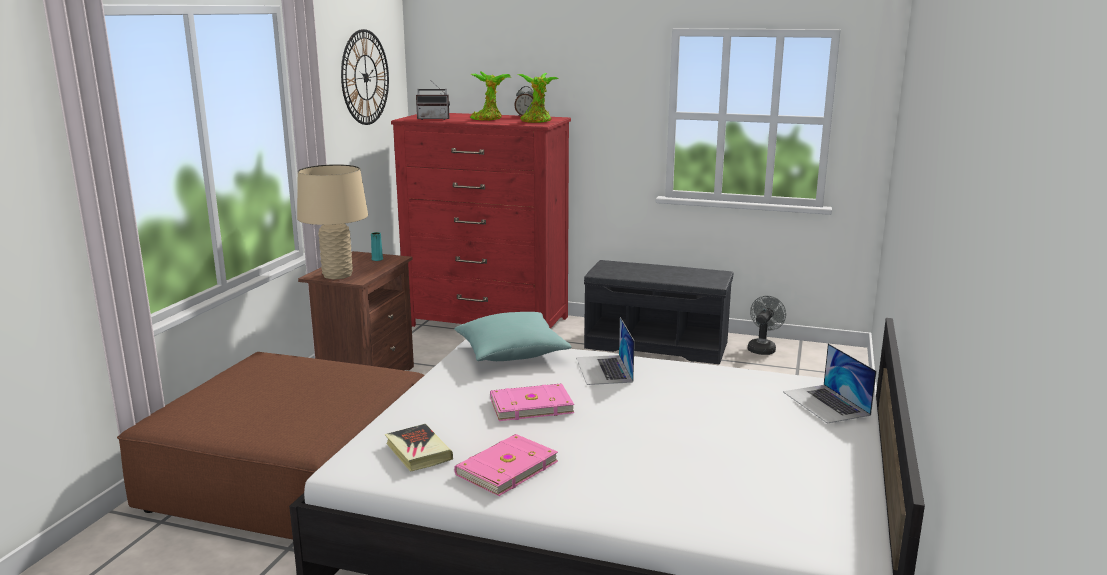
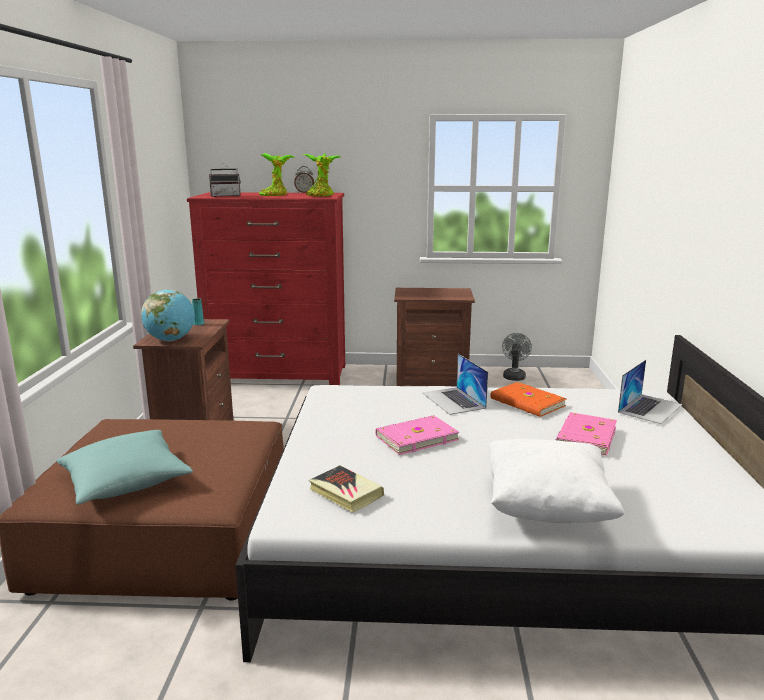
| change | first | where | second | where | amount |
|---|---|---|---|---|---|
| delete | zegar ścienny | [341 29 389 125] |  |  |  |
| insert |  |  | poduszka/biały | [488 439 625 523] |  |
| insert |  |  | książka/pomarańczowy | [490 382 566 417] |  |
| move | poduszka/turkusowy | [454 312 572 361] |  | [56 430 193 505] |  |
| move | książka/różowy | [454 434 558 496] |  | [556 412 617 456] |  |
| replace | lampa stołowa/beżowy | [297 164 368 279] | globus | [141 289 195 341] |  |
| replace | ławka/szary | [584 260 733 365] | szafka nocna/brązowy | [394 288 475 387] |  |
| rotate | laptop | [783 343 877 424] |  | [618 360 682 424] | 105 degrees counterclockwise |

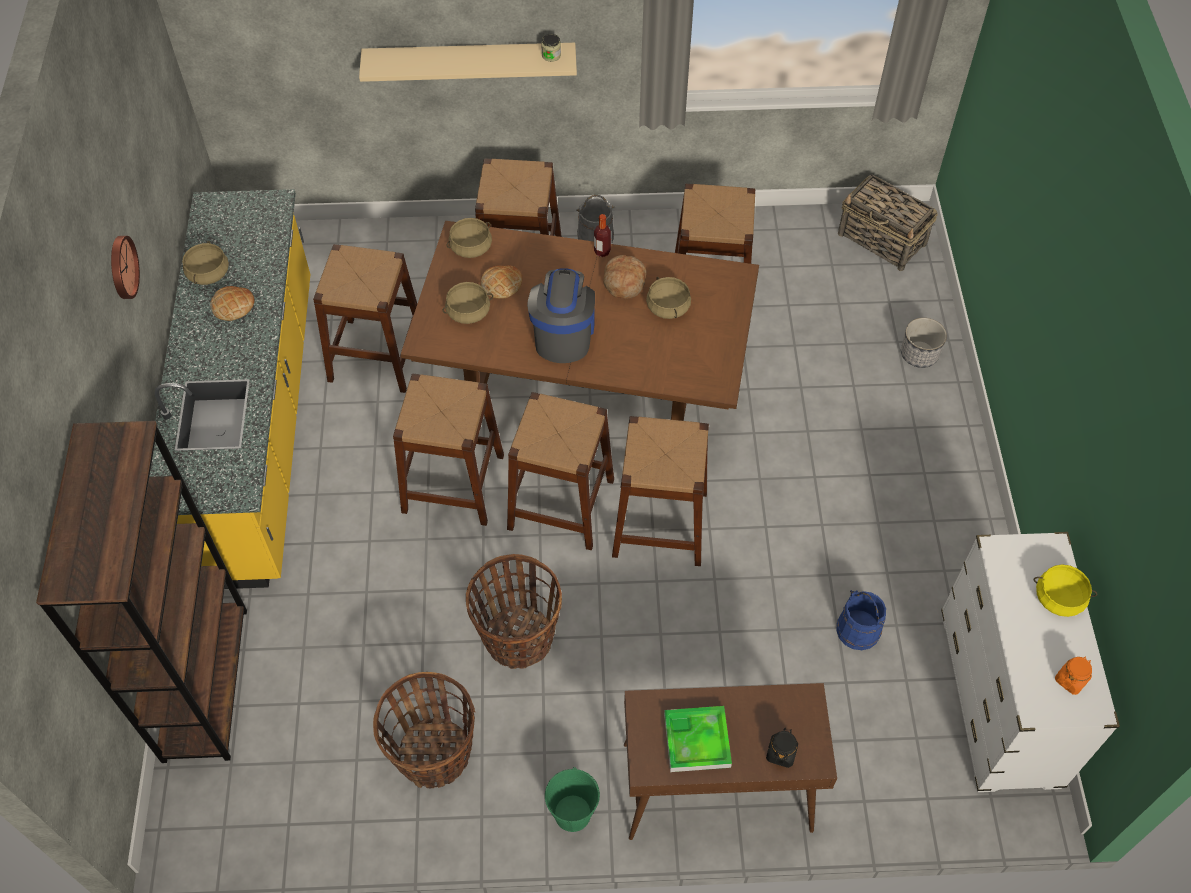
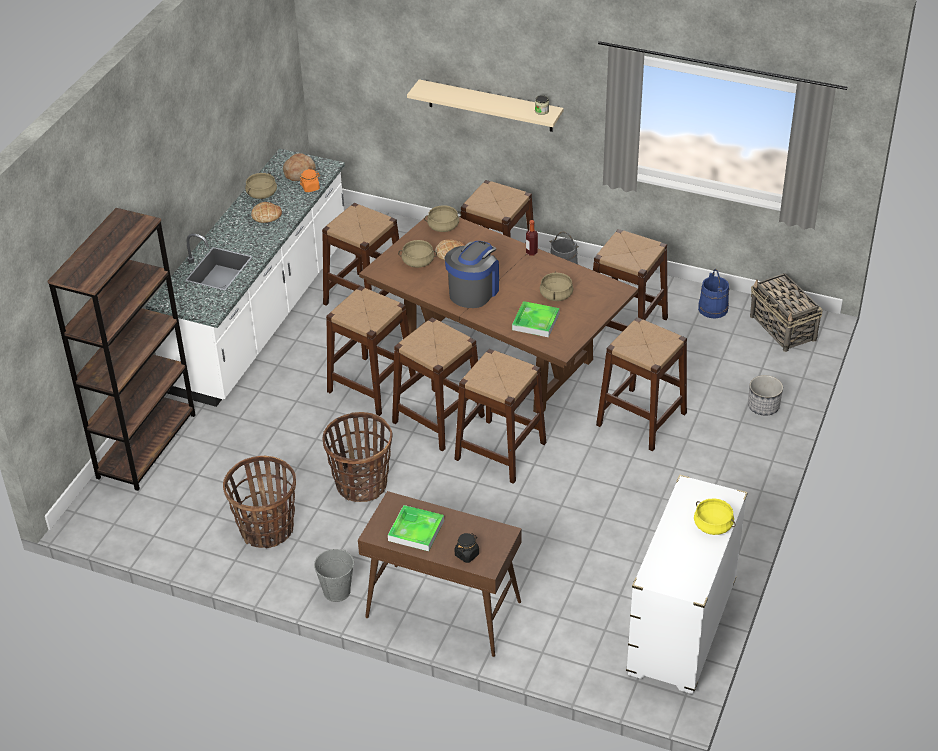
| change | first | where | second | where | amount |
|---|---|---|---|---|---|
| delete | zegar ścienny | [111 236 140 299] |  |  |  |
| insert |  |  | taca | [512 301 560 337] |  |
| insert |  |  | stołek/brązowy | [596 317 687 451] |  |
| move | chleb | [603 255 647 299] |  | [283 153 316 181] |  |
| move | wiadro/niebieski | [836 590 886 650] |  | [698 269 729 318] |  |
| move | słoik/pomarańczowy | [1055 656 1092 695] |  | [300 169 320 192] |  |
| recolor | zabudowa kuchenna/żółty | [149 189 311 589] | zabudowa kuchenna/biały | [146 148 345 407] |  |
| recolor | wiadro/zielony | [545 767 600 832] | wiadro/szary | [314 549 354 602] |  |

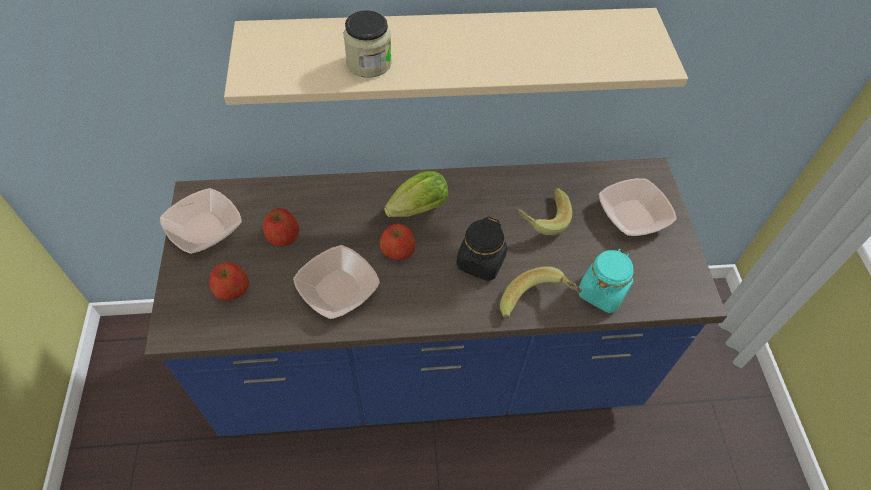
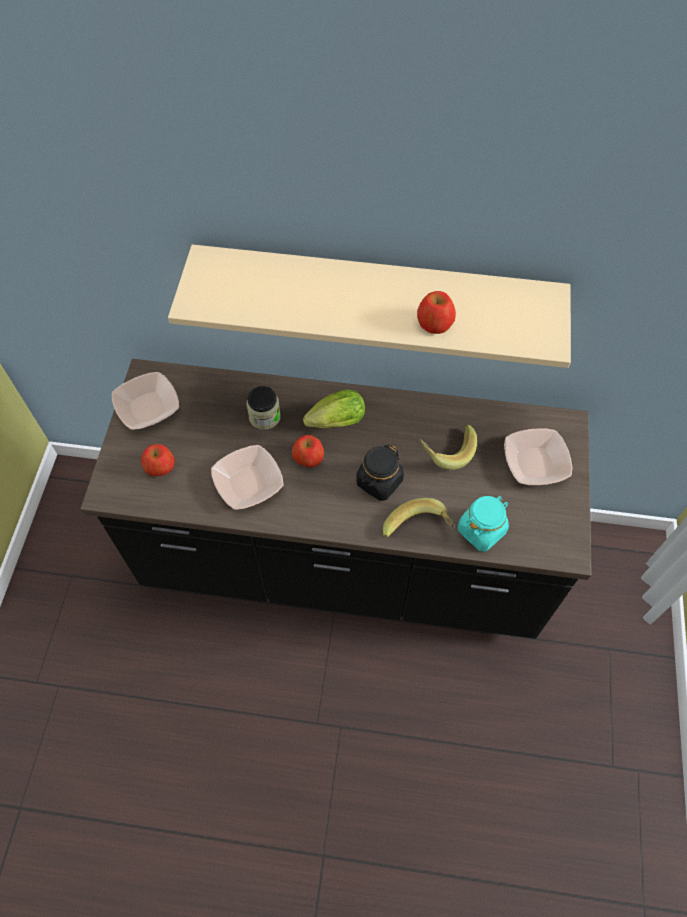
| change | first | where | second | where | amount |
|---|---|---|---|---|---|
| move | jabłko | [263 208 300 246] |  | [417 291 456 334] |  |
| move | słoik | [343 10 392 78] |  | [246 386 281 430] |  |
| recolor | zabudowa kuchenna/niebieski | [144 158 727 436] | zabudowa kuchenna/czarny | [80 359 592 639] |  |

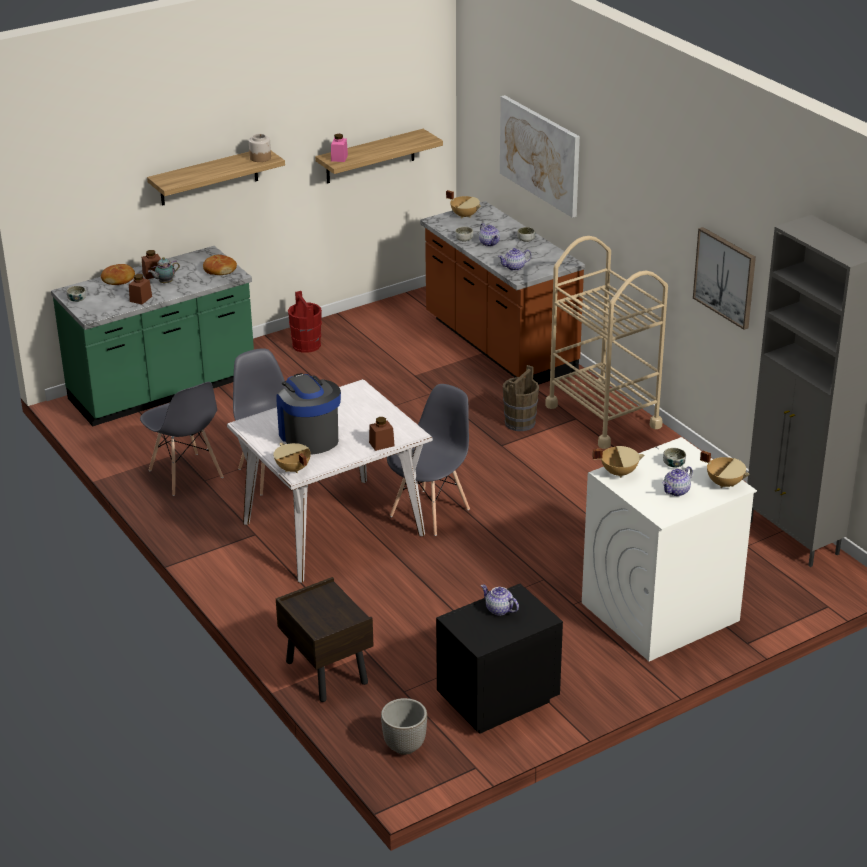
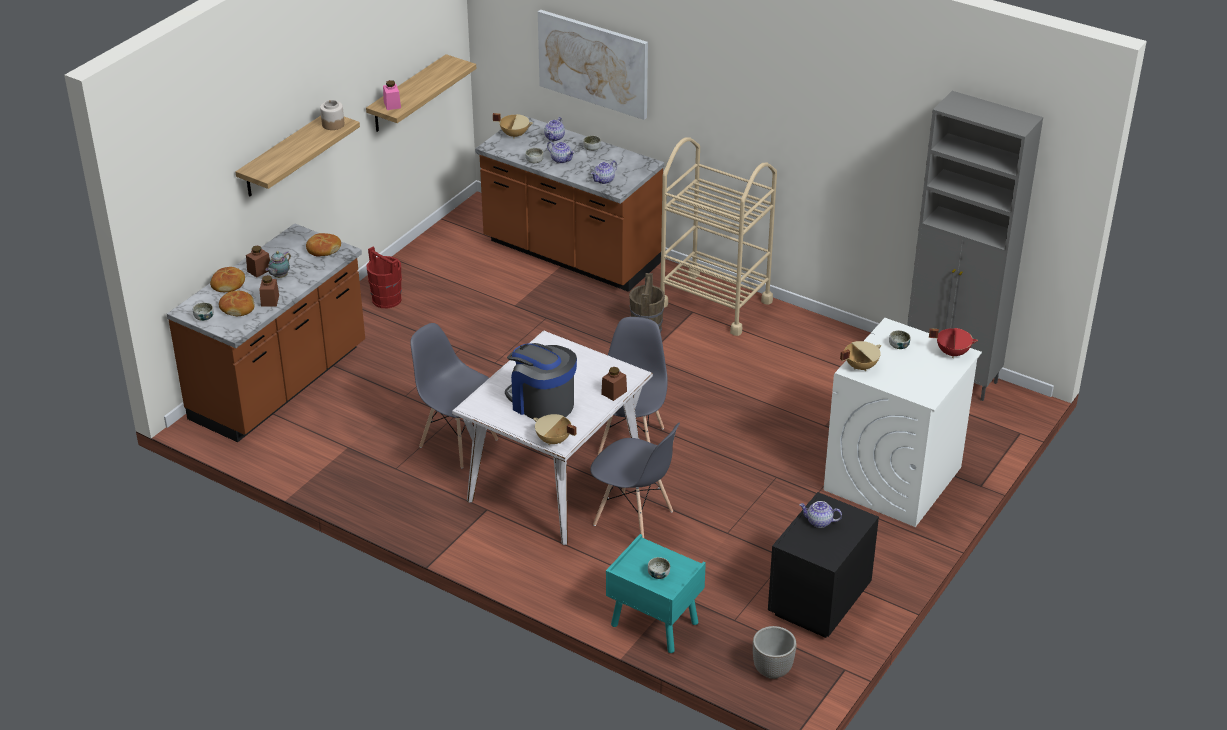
| change | first | where | second | where | amount |
|---|---|---|---|---|---|
| delete | obraz | [693 227 756 330] |  |  |  |
| insert |  |  | chleb | [219 291 255 316] |  |
| insert |  |  | miska | [648 557 670 579] |  |
| move | krzesło/szary | [140 382 224 496] |  | [590 422 680 538] |  |
| move | imbryk | [662 466 693 496] |  | [544 117 565 141] |  |
| recolor | zabudowa kuchenna/zielony | [51 246 254 426] | zabudowa kuchenna/brązowy | [167 224 365 442] |  |
| recolor | szafka nocna/brązowy | [276 577 374 702] | szafka nocna/turkusowy | [606 534 706 653] |  |
| recolor | garnek/beżowy | [700 450 750 488] | garnek/czerwony | [929 328 978 358] |  |

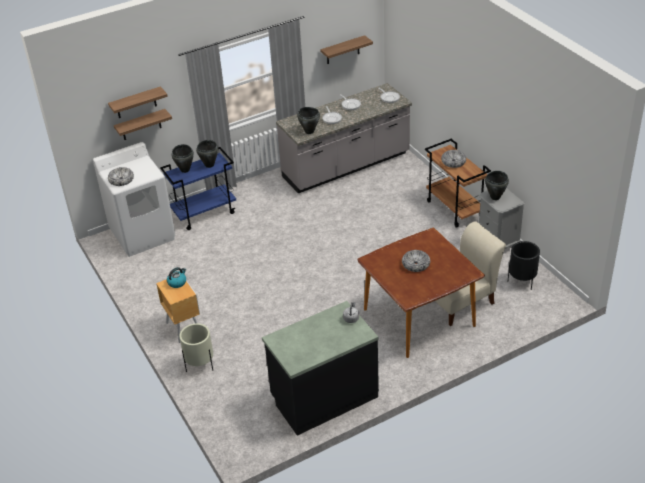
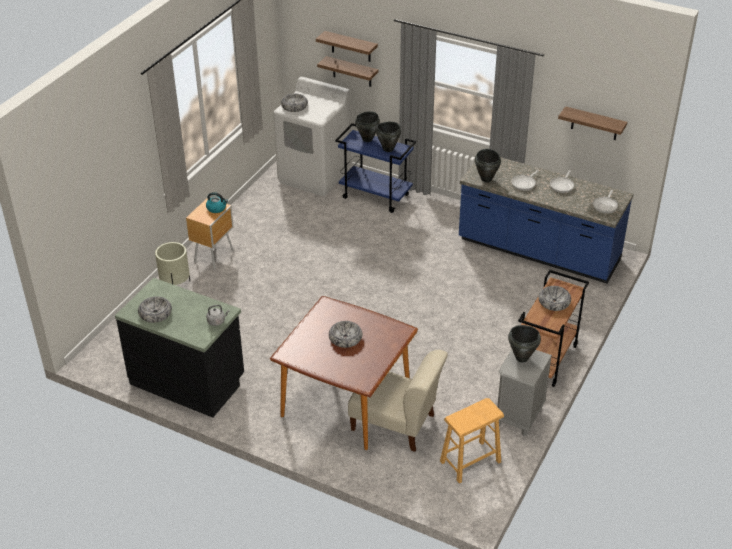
| change | first | where | second | where | amount |
|---|---|---|---|---|---|
| insert |  |  | miska | [138 296 172 323] |  |
| replace | donica/czarny | [508 241 540 290] | stołek/brązowy | [440 398 504 483] |  |
| recolor | zabudowa kuchenna/szary | [276 83 412 194] | zabudowa kuchenna/niebieski | [459 157 634 284] |  |

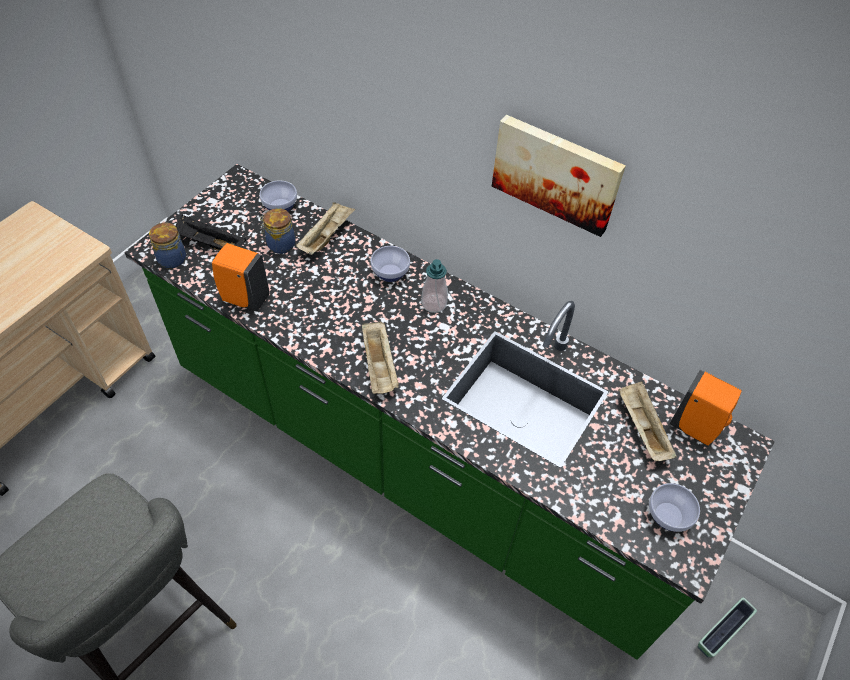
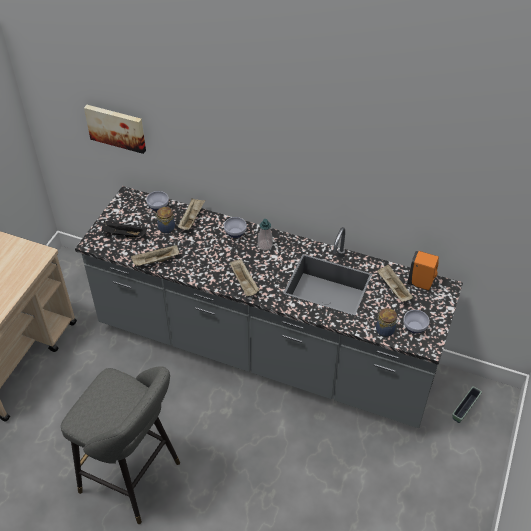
| change | first | where | second | where | amount |
|---|---|---|---|---|---|
| move | słoik | [149 223 186 269] |  | [376 308 397 337] |  |
| move | obraz | [492 115 626 237] |  | [84 105 146 154] |  |
| replace | dozownik mydła/pomarańczowy | [212 243 270 312] | taca/beżowy | [131 245 179 266] |  |
| recolor | zabudowa kuchenna/zielony | [124 164 775 660] | zabudowa kuchenna/szary | [75 186 463 428] |  |

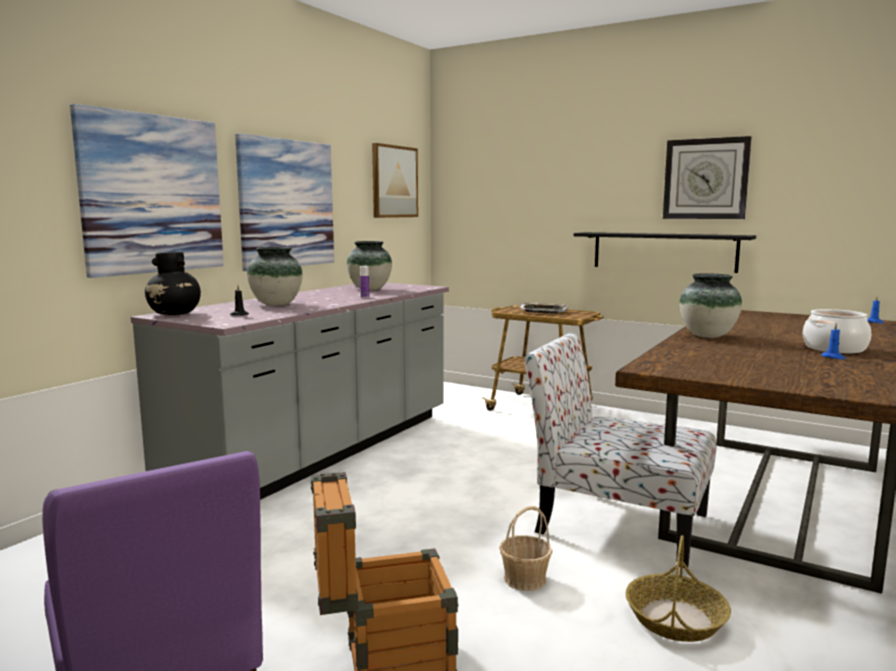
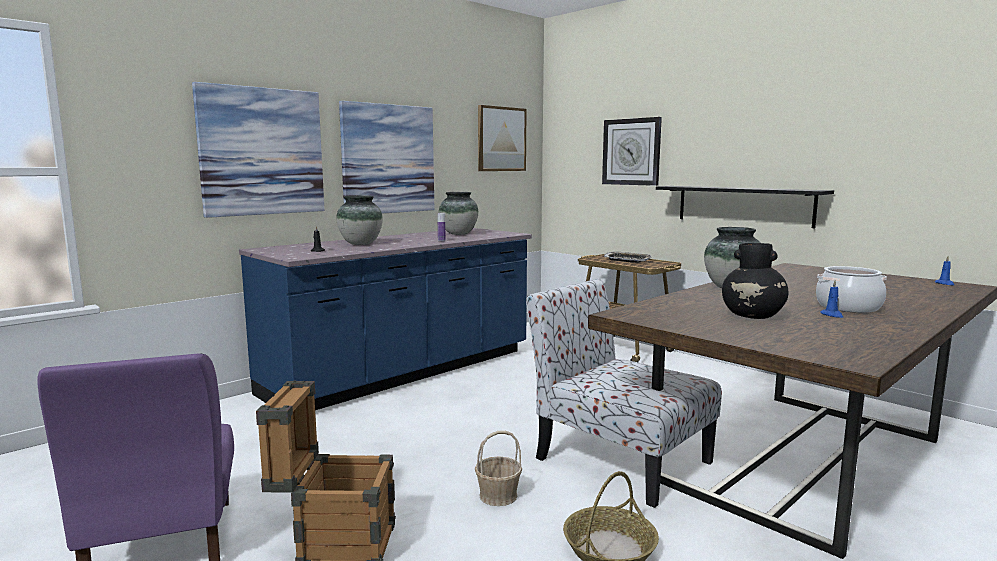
| change | first | where | second | where | amount |
|---|---|---|---|---|---|
| move | wazon/czarny | [145 252 201 315] |  | [722 243 788 319] |  |
| move | zegar ścienny | [663 136 751 219] |  | [602 117 662 186] |  |
| recolor | zabudowa kuchenna/szary | [131 283 449 500] | zabudowa kuchenna/niebieski | [239 228 532 410] |  |

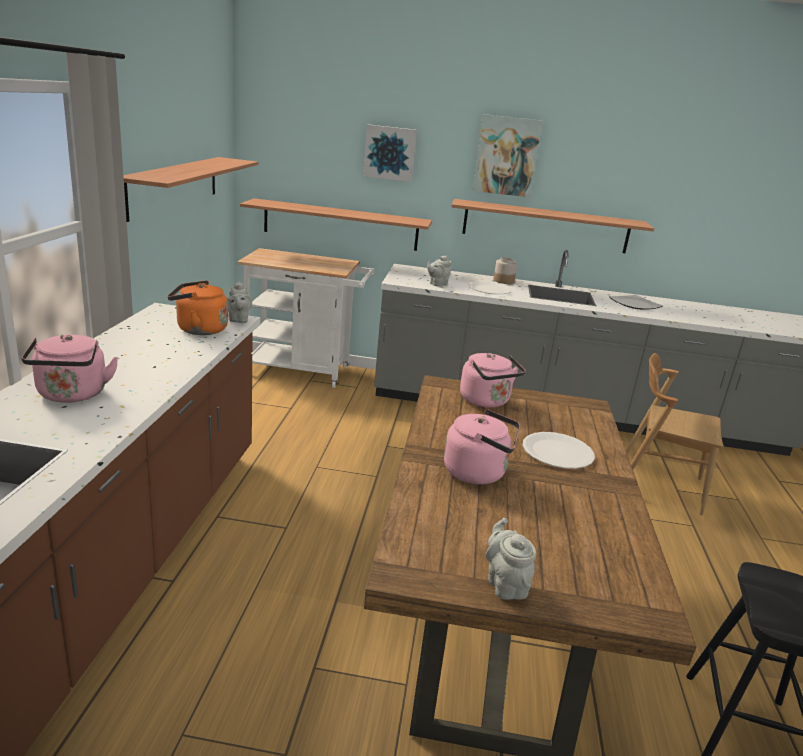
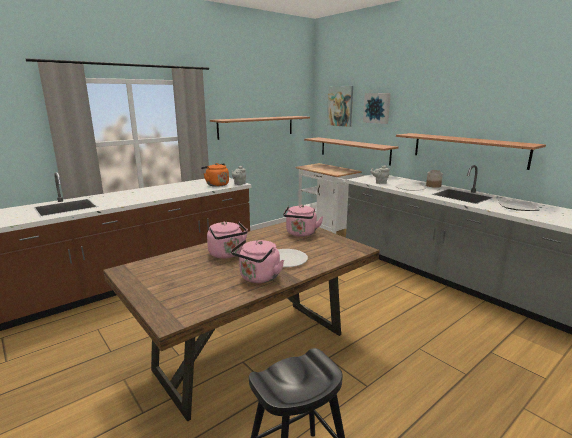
| change | first | where | second | where | amount |
|---|---|---|---|---|---|
| delete | imbryk/szary | [485 518 536 600] |  |  |  |
| delete | krzesło/brązowy | [626 353 724 515] |  |  |  |
| move | czajnik/różowy | [21 334 119 403] |  | [231 239 284 283] |  |
| move | obraz | [472 114 543 197] |  | [327 86 353 127] |  |

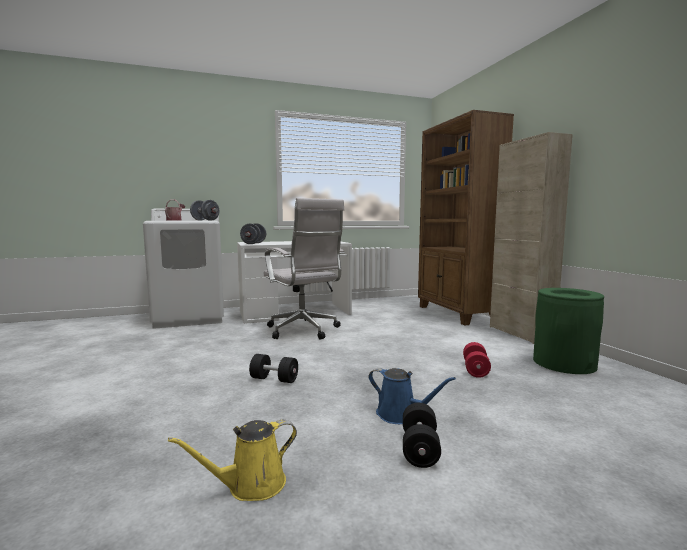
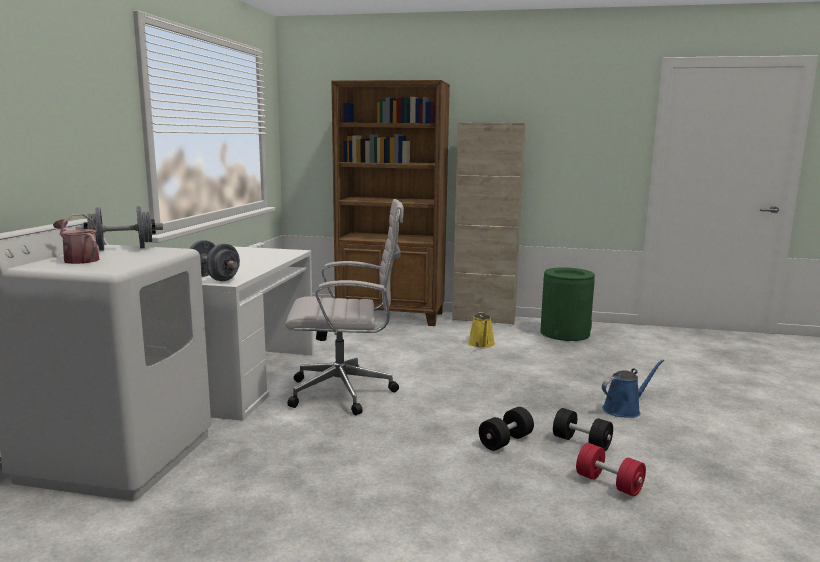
| change | first | where | second | where | amount |
|---|---|---|---|---|---|
| move | konewka/żółty | [168 420 297 501] |  | [468 312 495 348] |  |
| move | hantel/czarny | [403 403 441 468] |  | [553 408 613 451] |  |
| move | hantel/czerwony | [463 342 491 378] |  | [576 443 646 496] |  |

